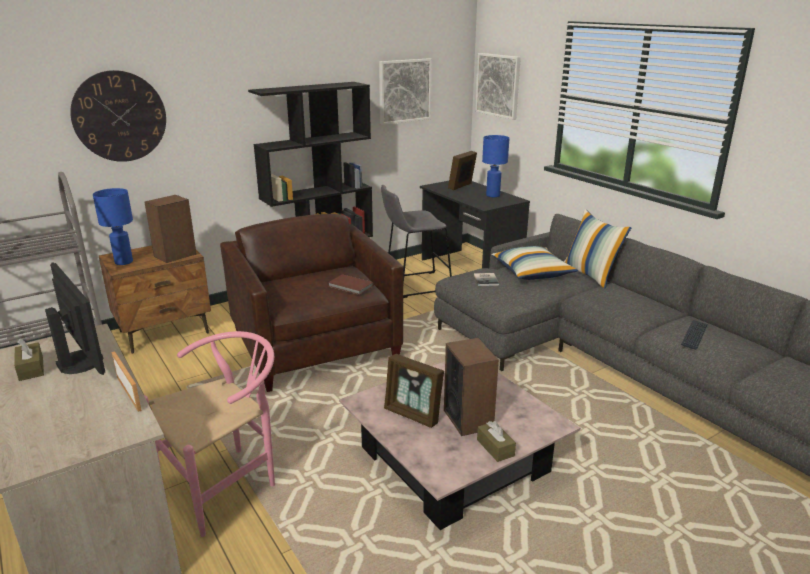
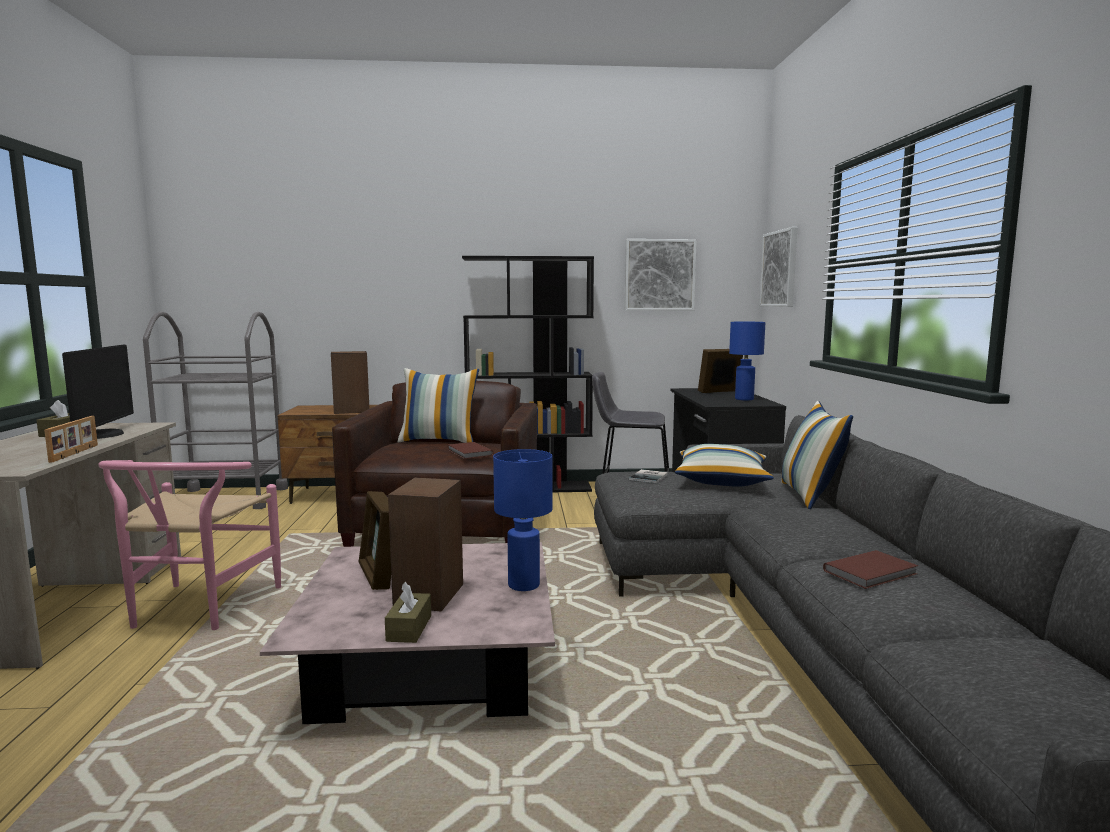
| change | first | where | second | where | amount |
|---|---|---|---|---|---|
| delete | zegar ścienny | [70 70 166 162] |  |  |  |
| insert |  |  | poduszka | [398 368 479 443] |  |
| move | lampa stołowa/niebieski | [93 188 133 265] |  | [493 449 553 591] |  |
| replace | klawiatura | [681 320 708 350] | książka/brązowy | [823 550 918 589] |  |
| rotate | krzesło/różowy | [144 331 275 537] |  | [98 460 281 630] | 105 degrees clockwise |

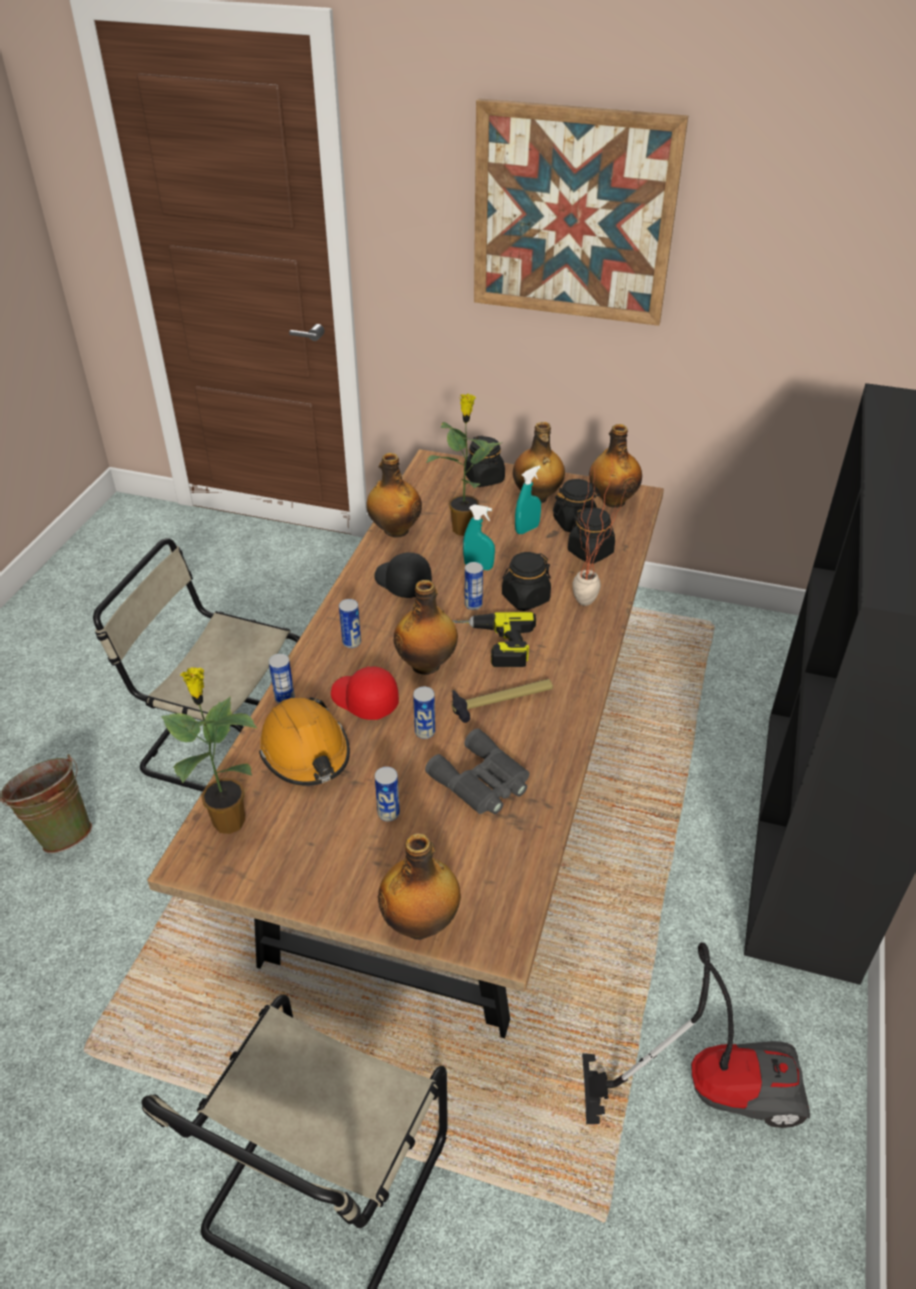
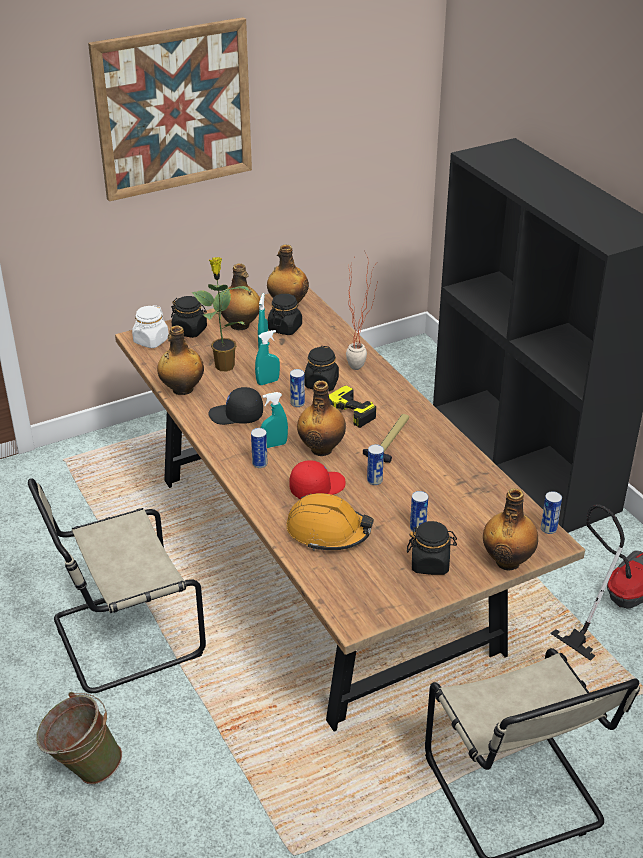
| change | first | where | second | where | amount |
|---|---|---|---|---|---|
| delete | roślina doniczkowa | [161 667 258 834] |  |  |  |
| delete | lornetka/szary | [425 728 529 814] |  |  |  |
| insert |  |  | słoik/biały | [132 305 169 348] |  |
| insert |  |  | spryskiwacz/turkusowy | [261 392 288 448] |  |
| move | puszka | [269 654 295 704] |  | [541 491 562 534] |  |
| move | słoik/czarny | [568 507 615 564] |  | [407 521 457 575] |  |
| rotate | czapka z daszkiem/czerwony | [331 666 399 720] |  | [289 460 345 499] | 150 degrees clockwise |

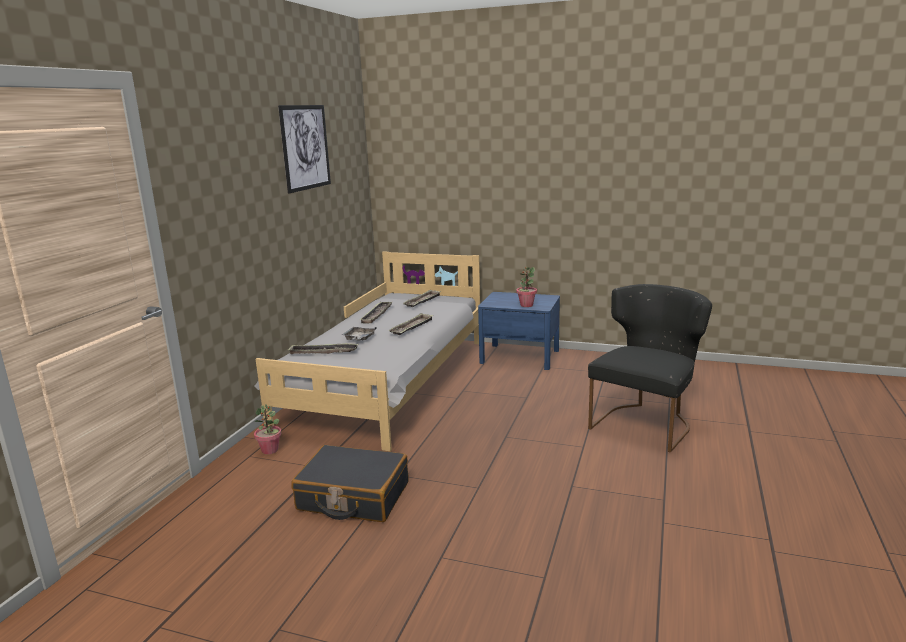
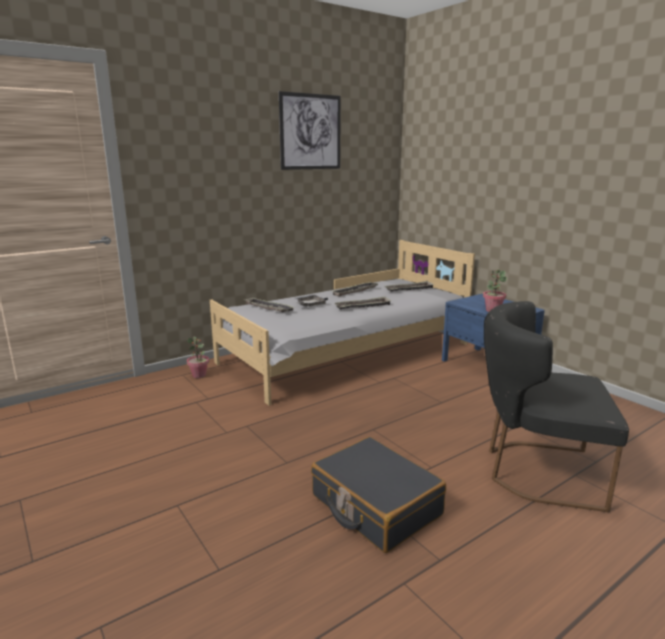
| change | first | where | second | where | amount |
|---|---|---|---|---|---|
| move | walizka/czarny | [291 445 408 522] |  | [311 437 446 553] |  |
| rotate | krzesło/czarny | [588 284 712 453] |  | [484 301 629 512] | 150 degrees counterclockwise |

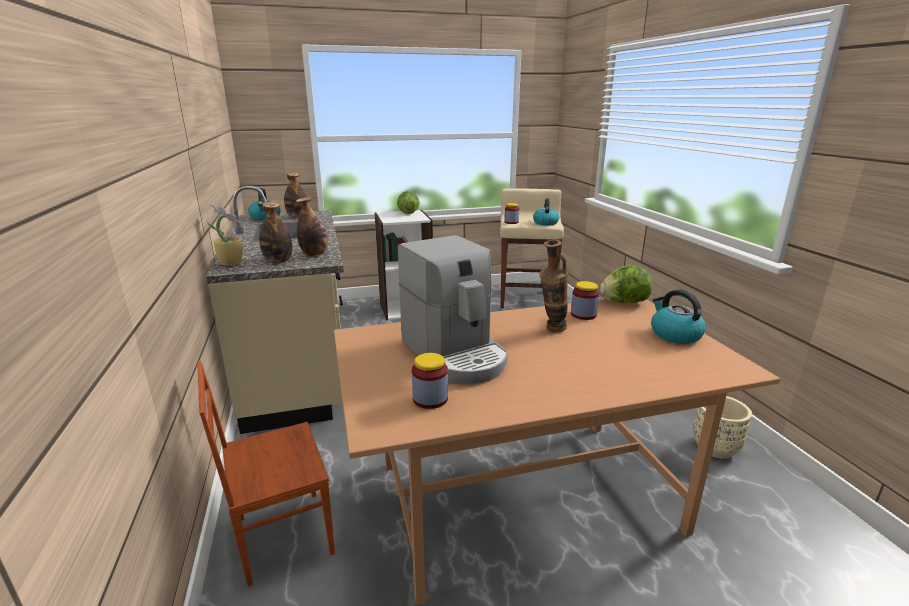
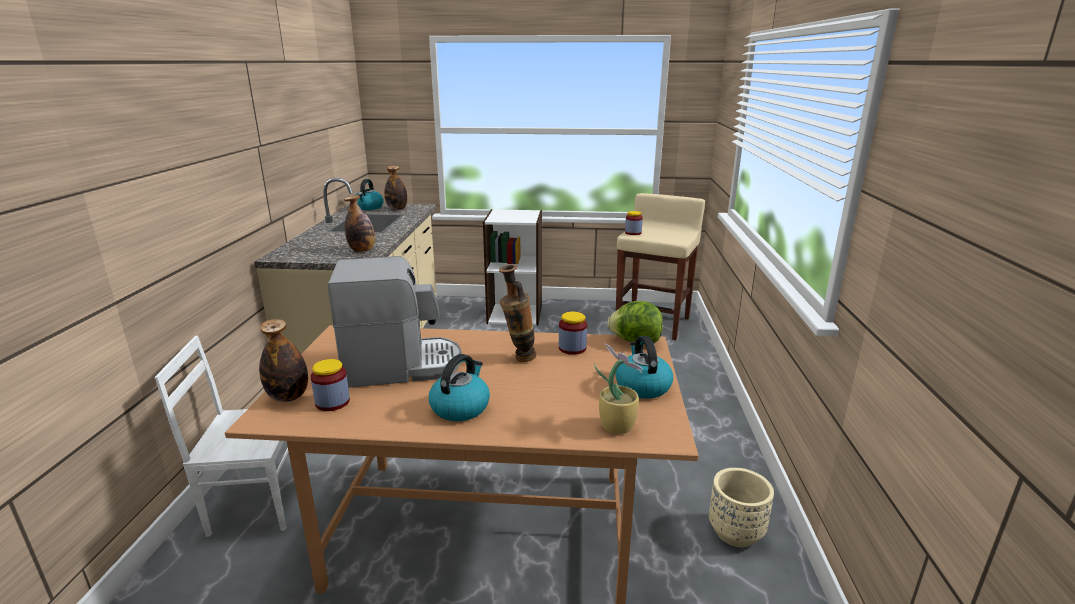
| change | first | where | second | where | amount |
|---|---|---|---|---|---|
| delete | sałata | [397 191 419 214] |  |  |  |
| move | roślina doniczkowa | [206 204 243 266] |  | [594 343 643 434] |  |
| move | butelka | [259 202 292 263] |  | [259 319 308 402] |  |
| move | czajnik | [533 198 559 226] |  | [429 354 490 421] |  |
| recolor | krzesło/brązowy | [197 361 335 587] | krzesło/biały | [154 336 288 537] |  |
| rotate | ekspres do kawy | [398 235 508 384] |  | [328 256 461 388] | 90 degrees counterclockwise |

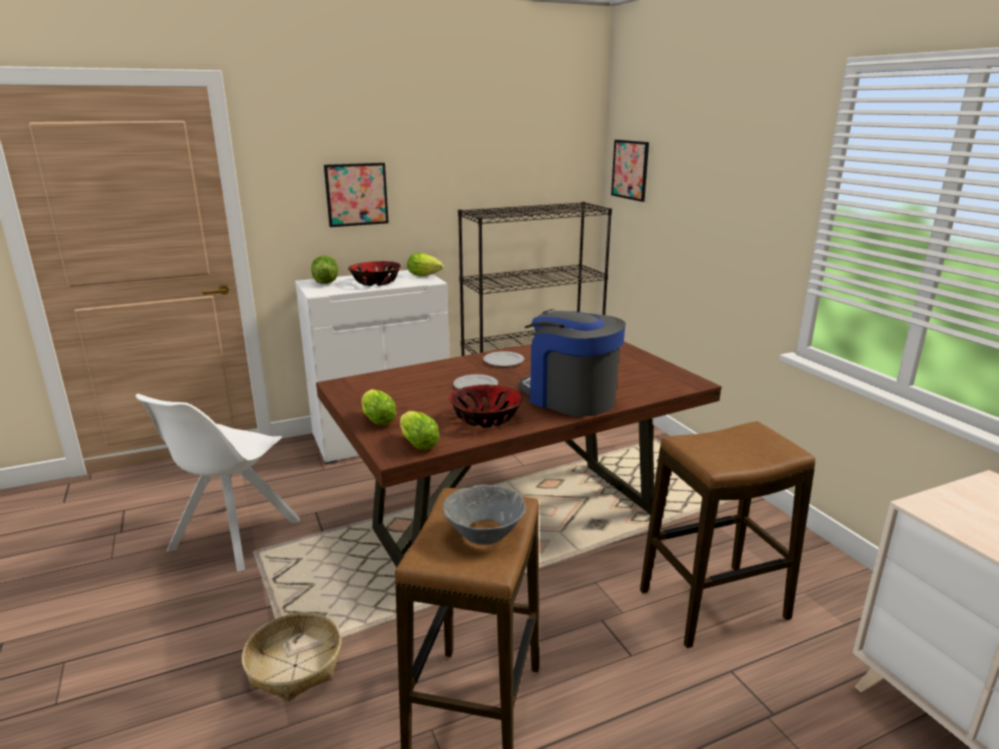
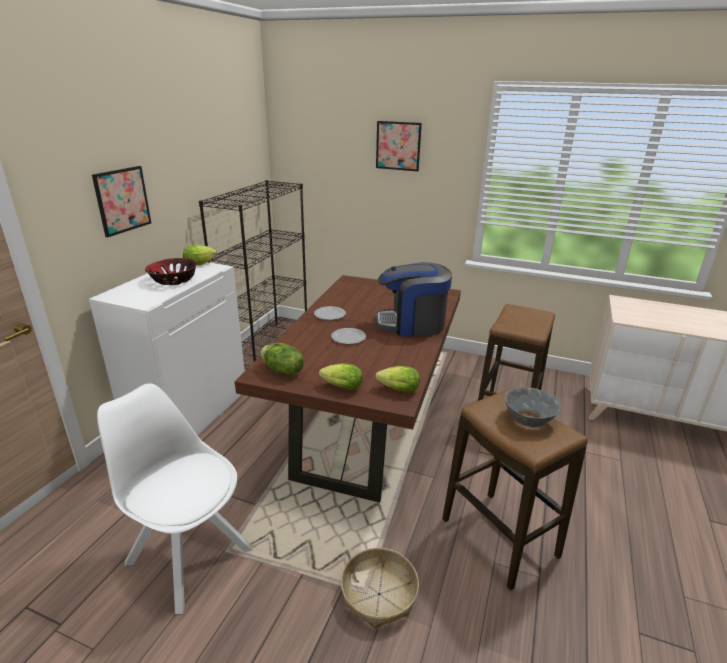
| change | first | where | second | where | amount |
|---|---|---|---|---|---|
| delete | miska | [449 384 522 428] |  |  |  |
| move | sałata | [311 255 338 284] |  | [261 343 304 376] |  |
| move | obraz | [611 140 649 202] |  | [376 121 422 171] |  |
| rotate | krzesło/biały | [135 394 300 572] |  | [97 383 253 614] | 150 degrees clockwise |

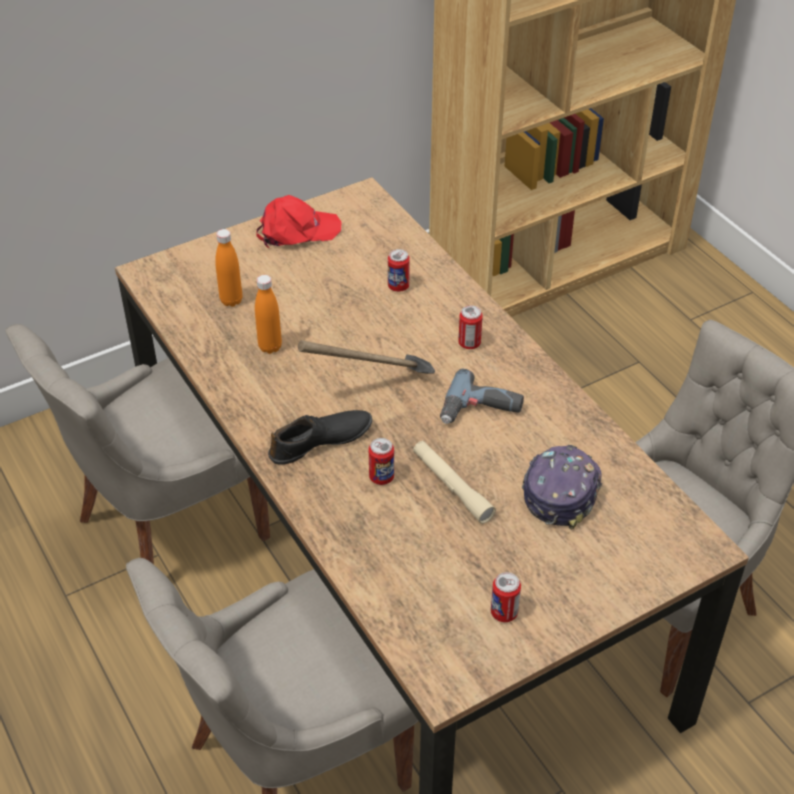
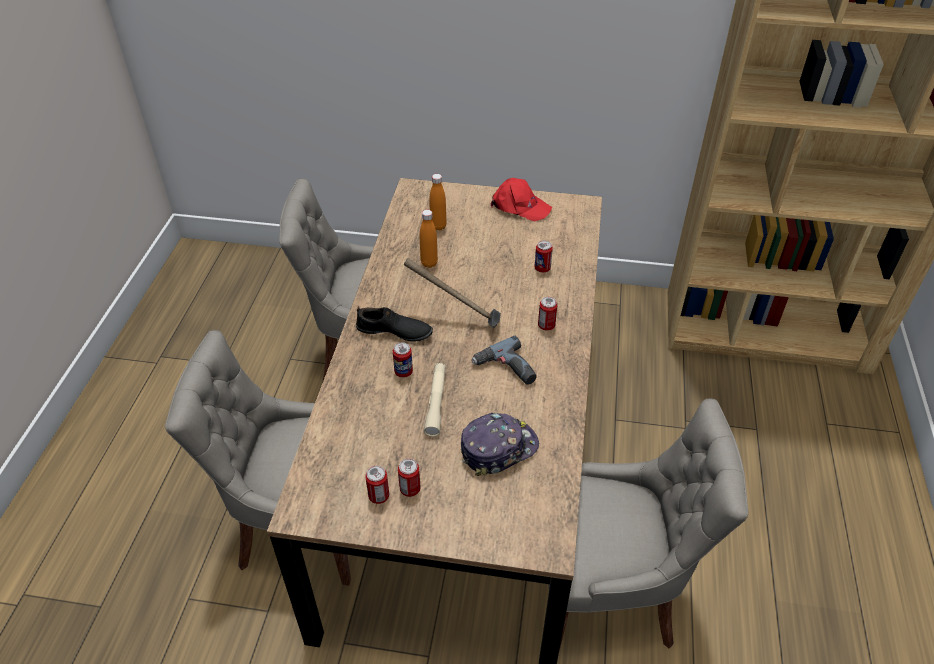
| change | first | where | second | where | amount |
|---|---|---|---|---|---|
| insert |  |  | puszka | [398 459 421 497] |  |

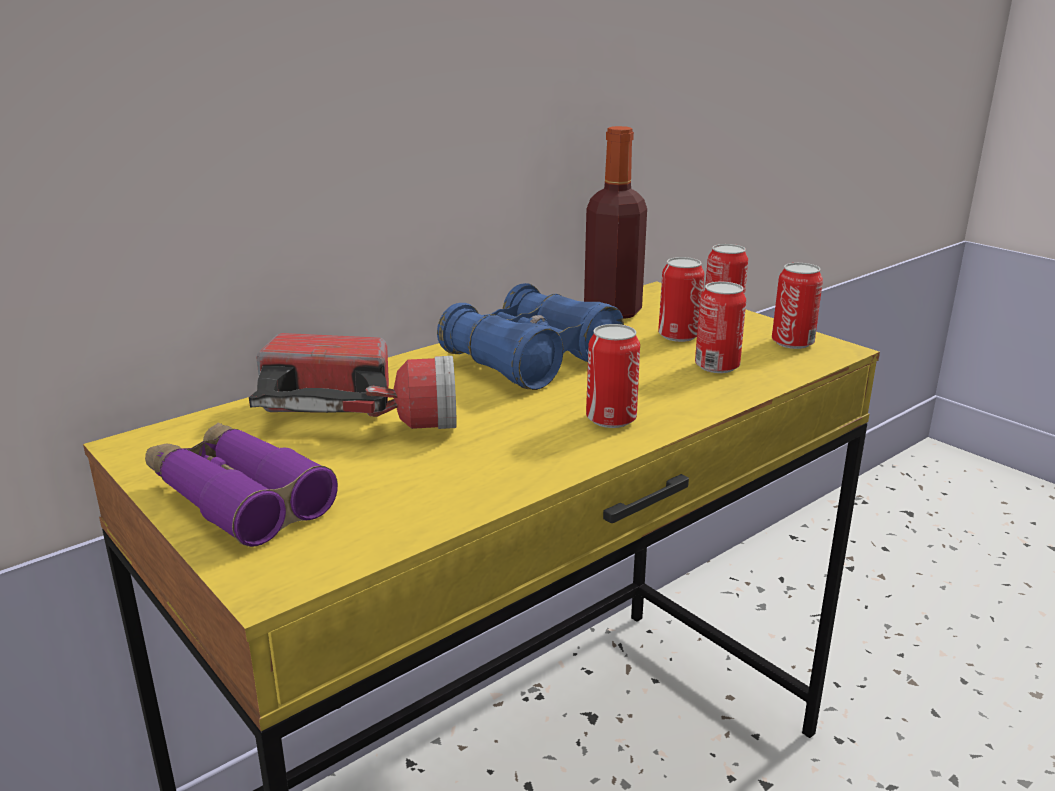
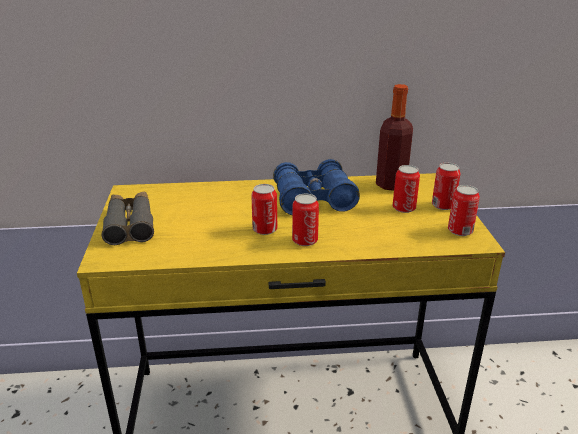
| change | first | where | second | where | amount |
|---|---|---|---|---|---|
| delete | latarka | [249 333 456 429] |  |  |  |
| move | puszka | [695 282 746 373] |  | [251 184 277 235] |  |
| recolor | lornetka/fioletowy | [145 423 338 547] | lornetka/szary | [102 192 154 245] |  |

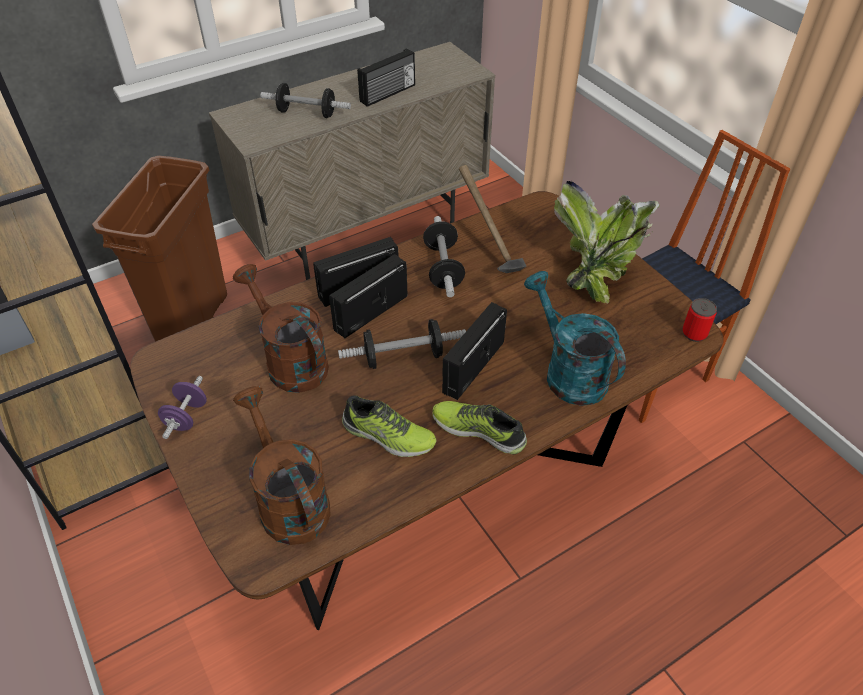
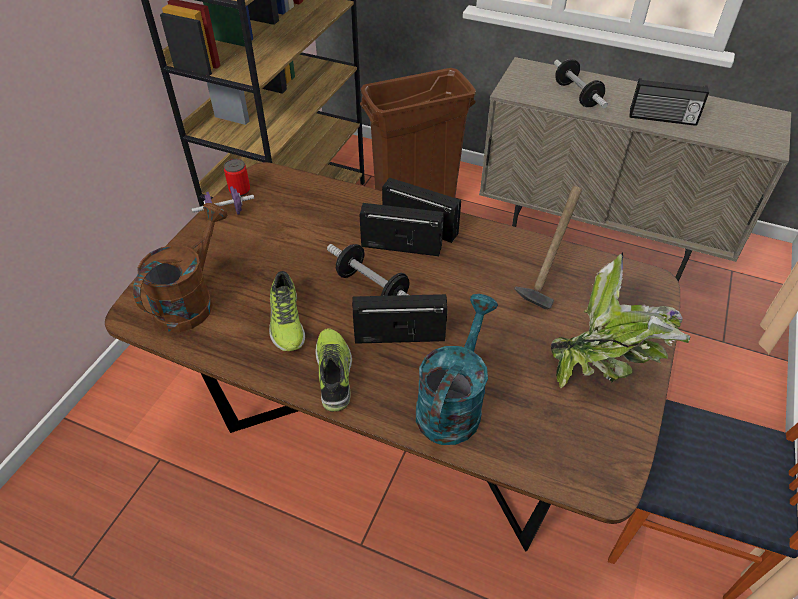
| change | first | where | second | where | amount |
|---|---|---|---|---|---|
| delete | konewka/brązowy | [233 264 329 393] |  |  |  |
| delete | hantel | [423 216 465 297] |  |  |  |
| move | puszka | [682 298 717 342] |  | [224 159 250 196] |  |

